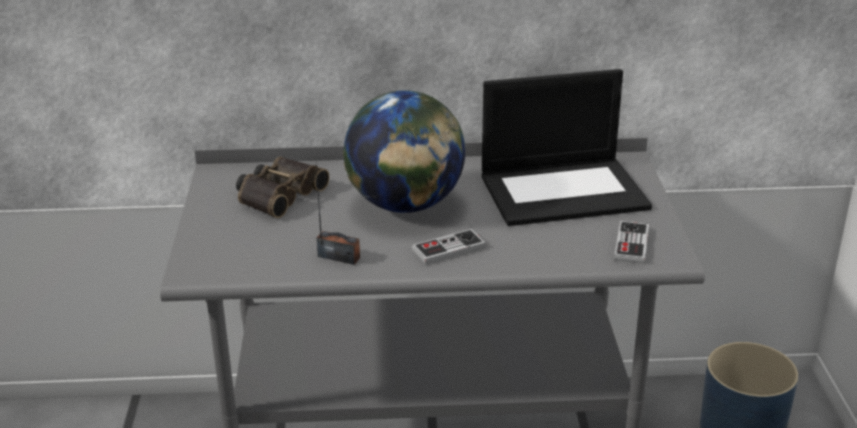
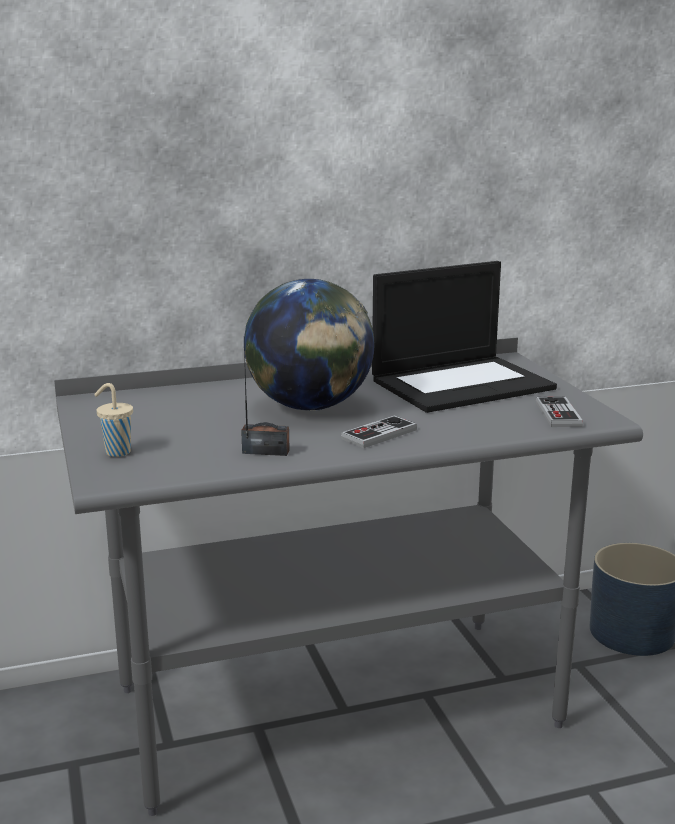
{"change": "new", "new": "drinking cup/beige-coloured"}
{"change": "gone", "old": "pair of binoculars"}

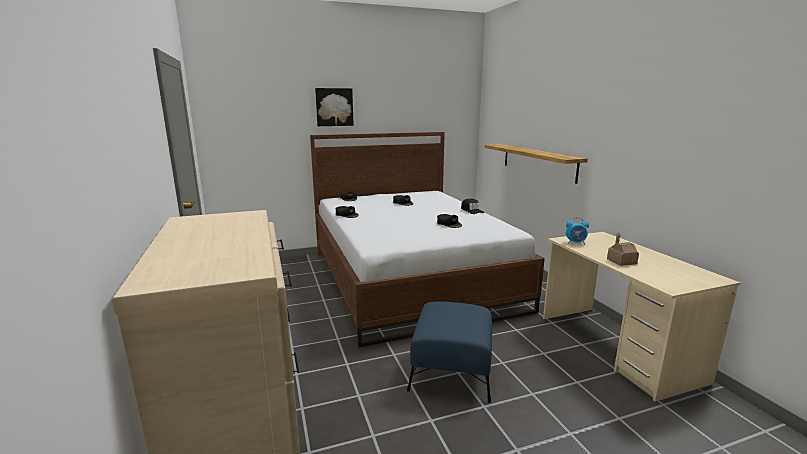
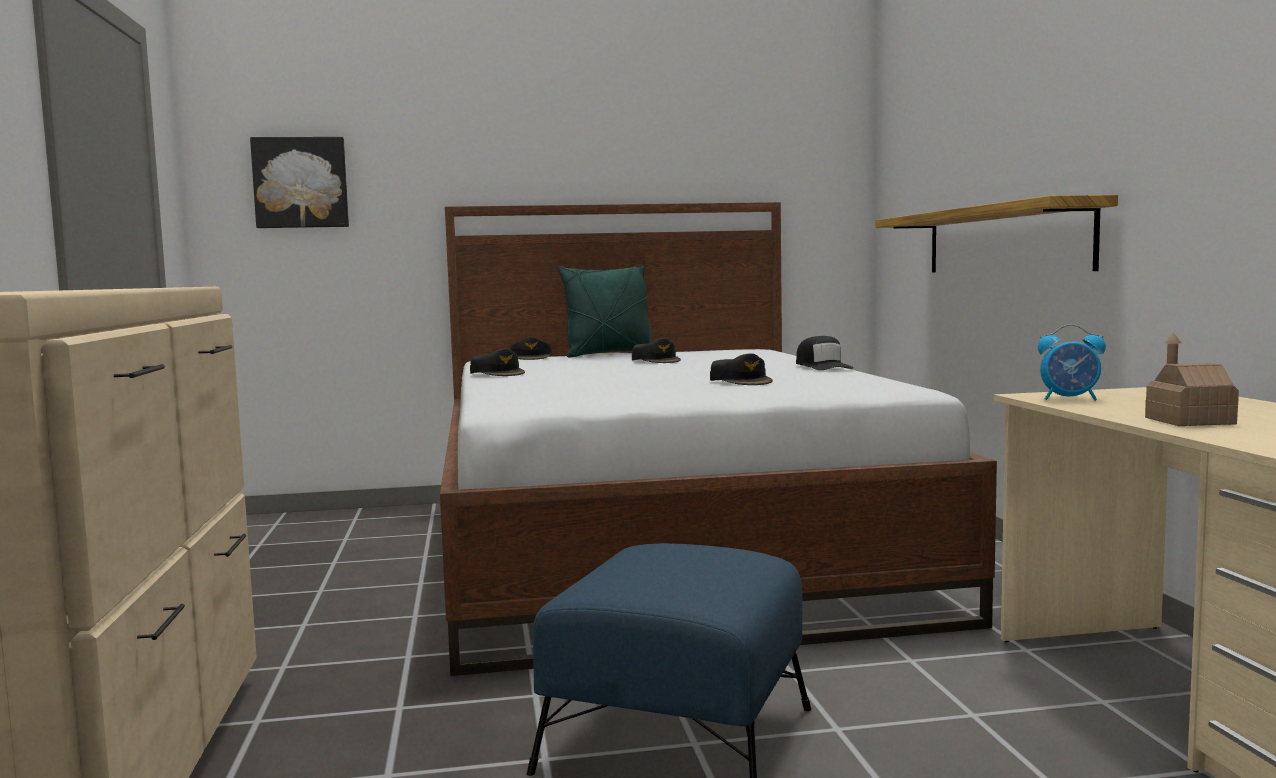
{"change": "shifted", "old": "wall art"}
{"change": "new", "new": "throw pillow/green-coloured"}

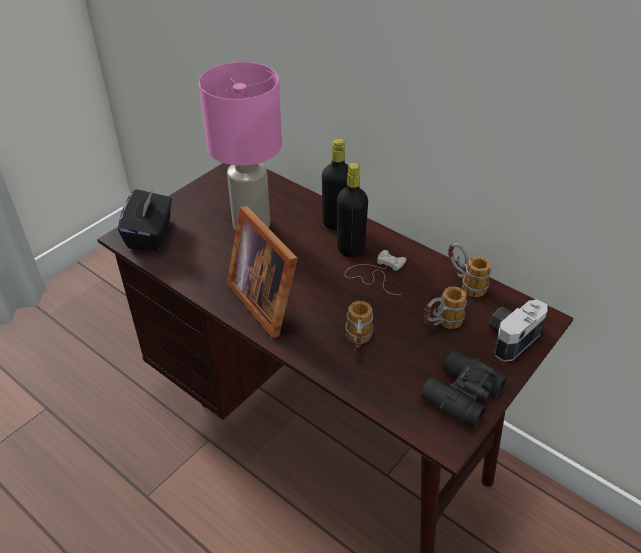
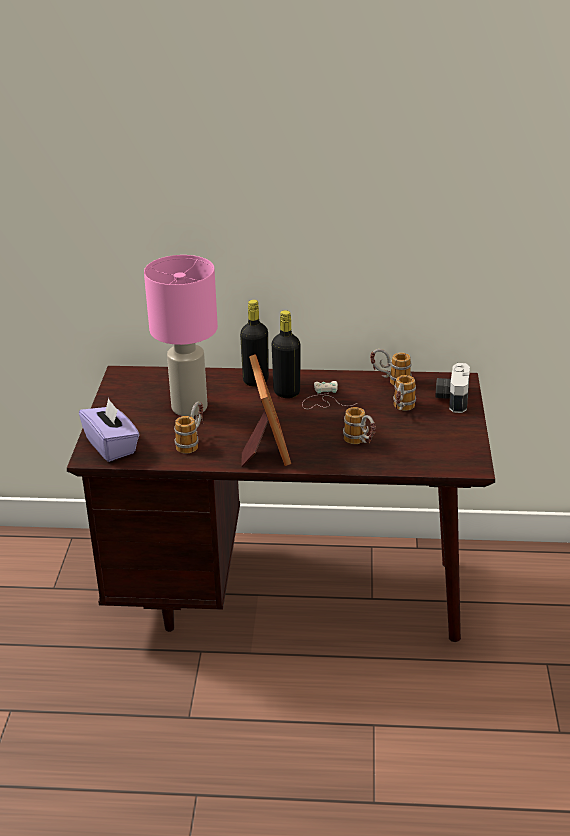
{"change": "repainted", "old": "tissue holder/black", "new": "tissue holder/purplish"}
{"change": "new", "new": "tea mug (no. 1 from left)"}
{"change": "rotated", "old": "standing frame", "degrees": -120}
{"change": "gone", "old": "pair of binoculars/black"}

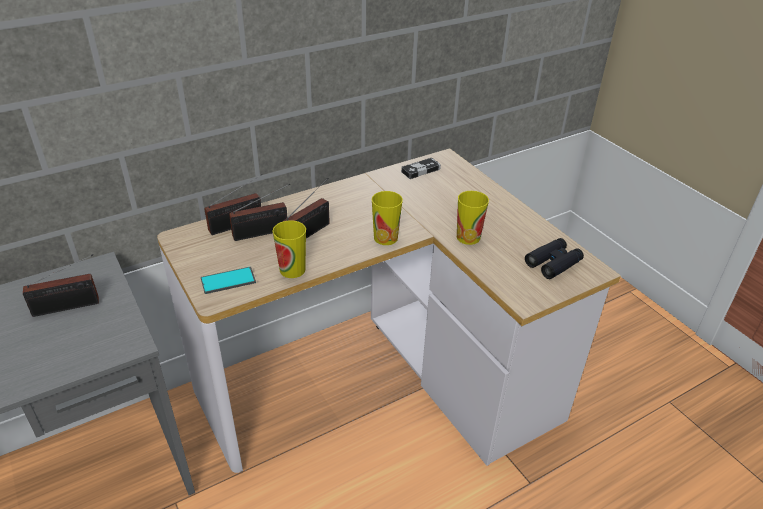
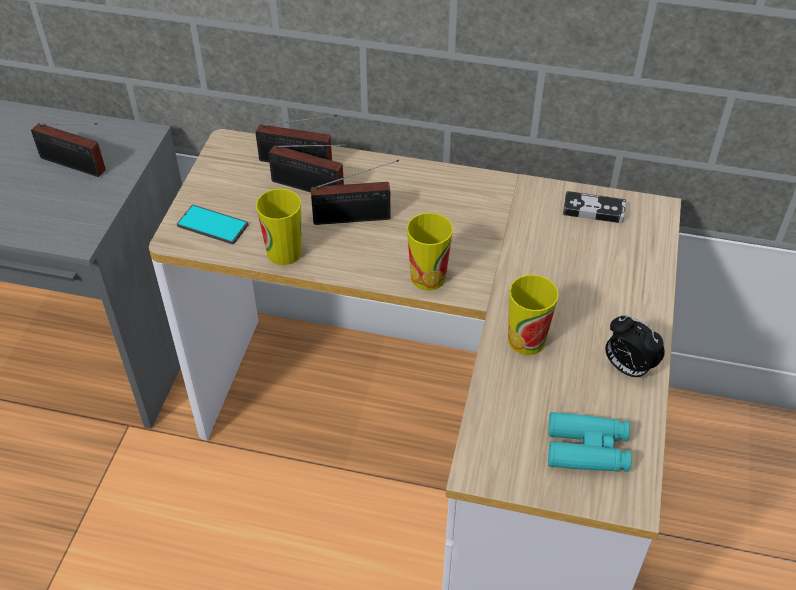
{"change": "repainted", "old": "pair of binoculars/black", "new": "pair of binoculars/turquoise"}
{"change": "new", "new": "alarm clock"}

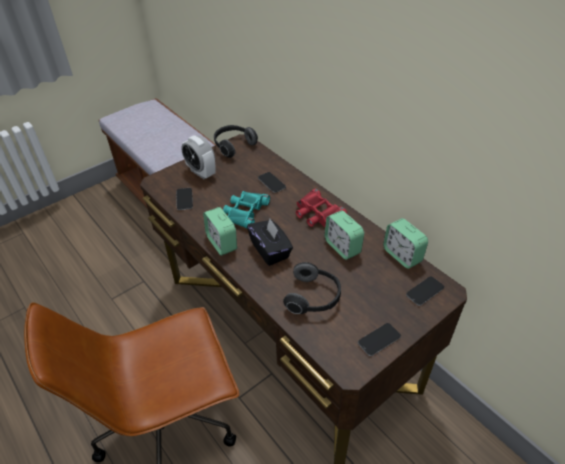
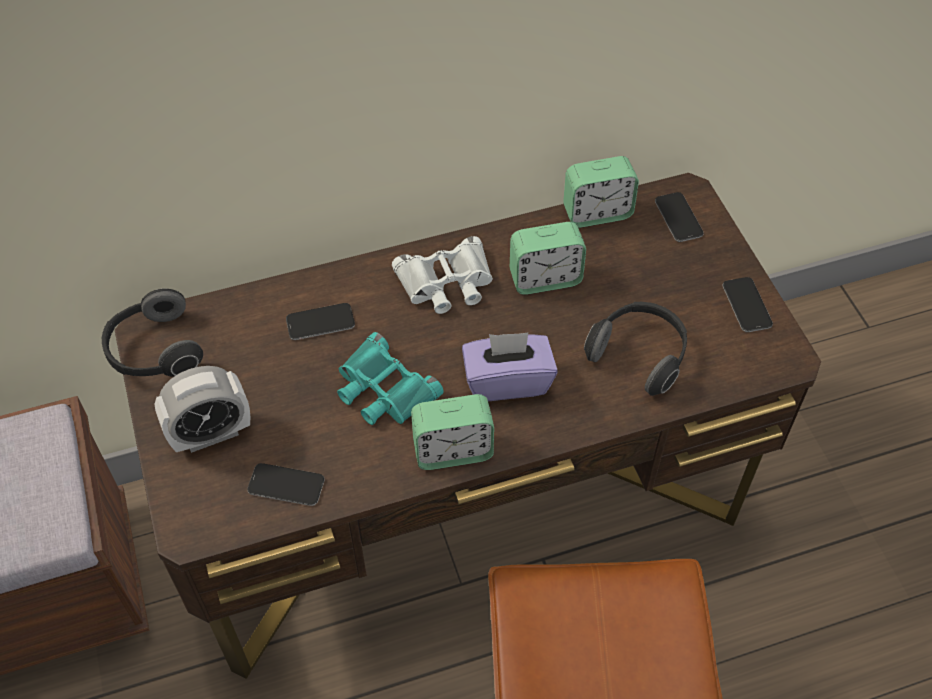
{"change": "repainted", "old": "pair of binoculars/red-coloured", "new": "pair of binoculars/whitish"}
{"change": "repainted", "old": "tissue holder/black", "new": "tissue holder/purplish"}

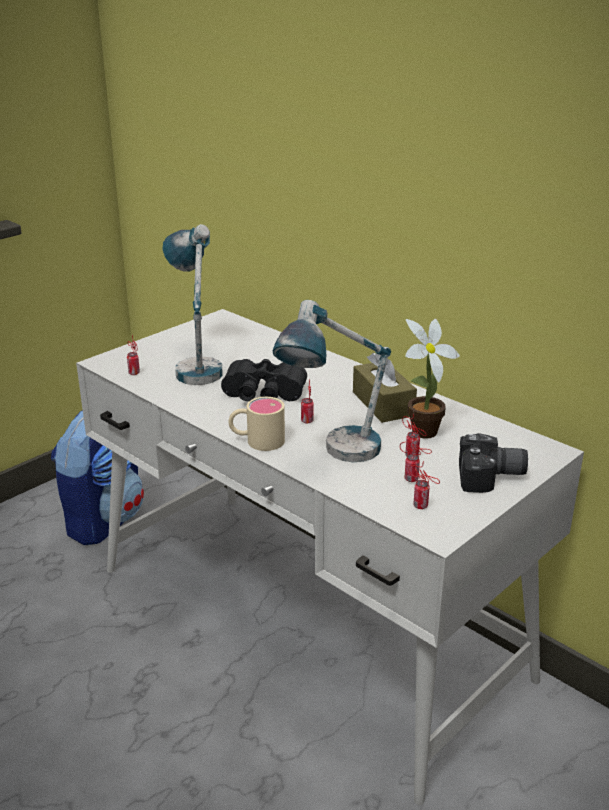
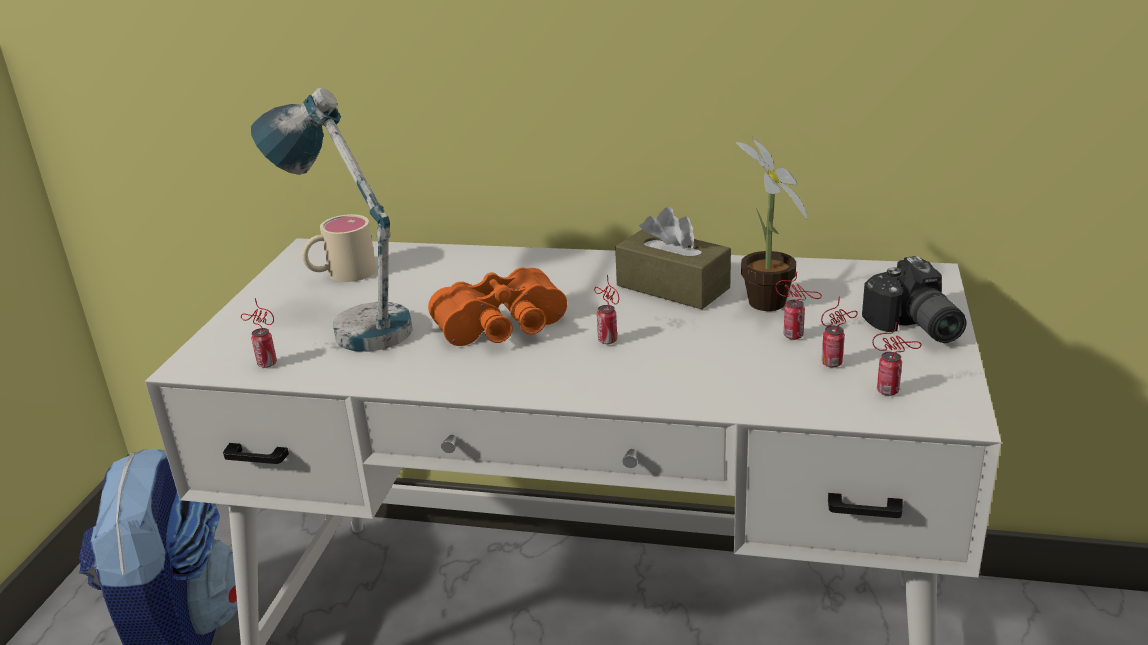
{"change": "shifted", "old": "tea mug/beige-coloured"}
{"change": "repainted", "old": "pair of binoculars/black", "new": "pair of binoculars/orange"}
{"change": "rotated", "old": "still camera", "degrees": 105}
{"change": "gone", "old": "lamp for a table (no. 2 from left)"}

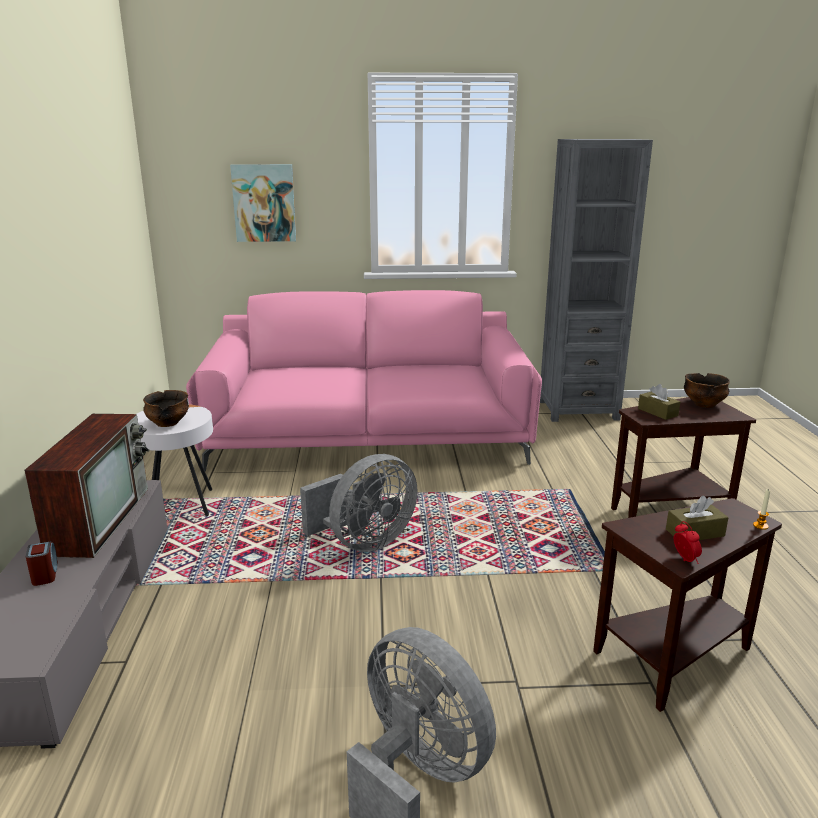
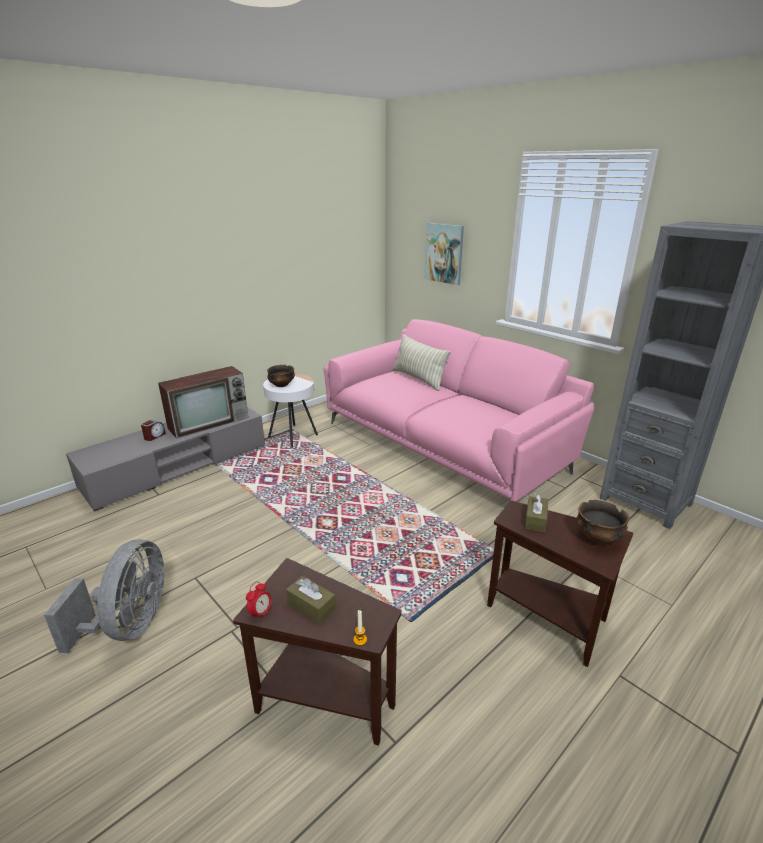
{"change": "new", "new": "throw pillow"}
{"change": "gone", "old": "cooling fan/greyish (no. 1 from left)"}

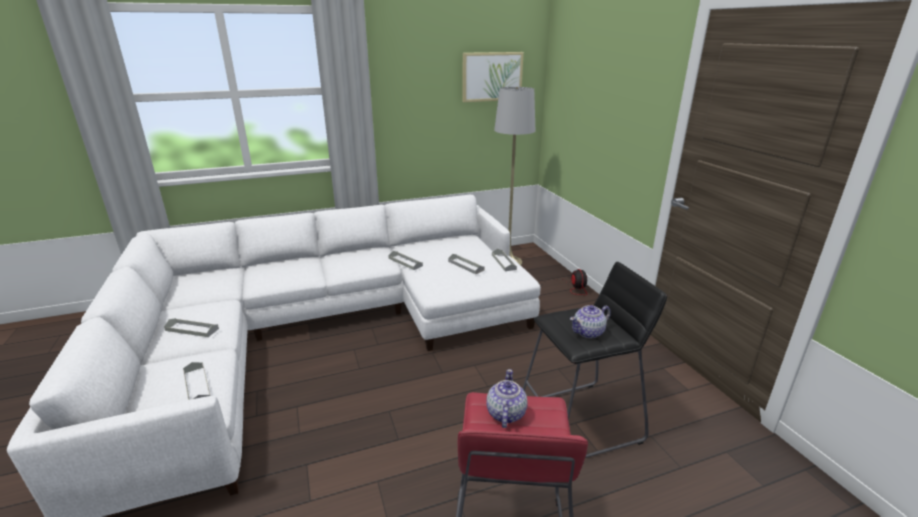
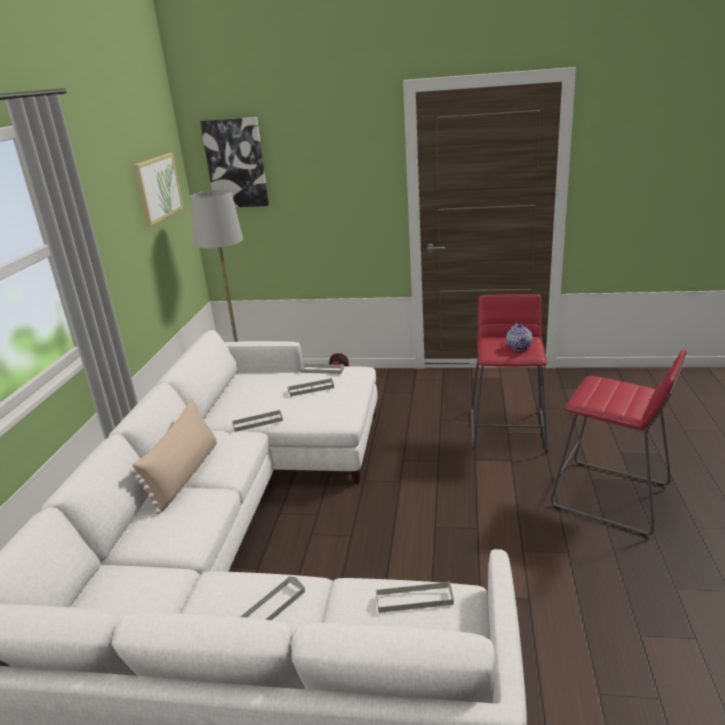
{"change": "new", "new": "throw pillow/beige-coloured"}
{"change": "new", "new": "wall art (no. 2 from left)"}
{"change": "repainted", "old": "stool/black", "new": "stool/red-coloured (no. 1 from left)"}
{"change": "gone", "old": "teapot (no. 1 from left)"}

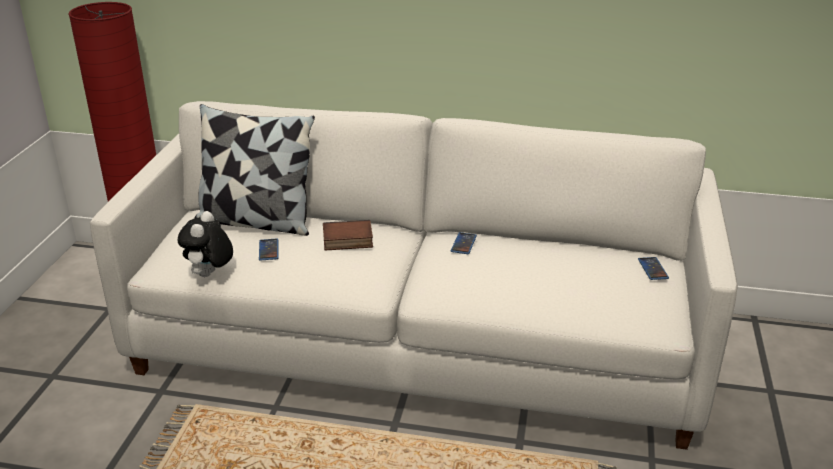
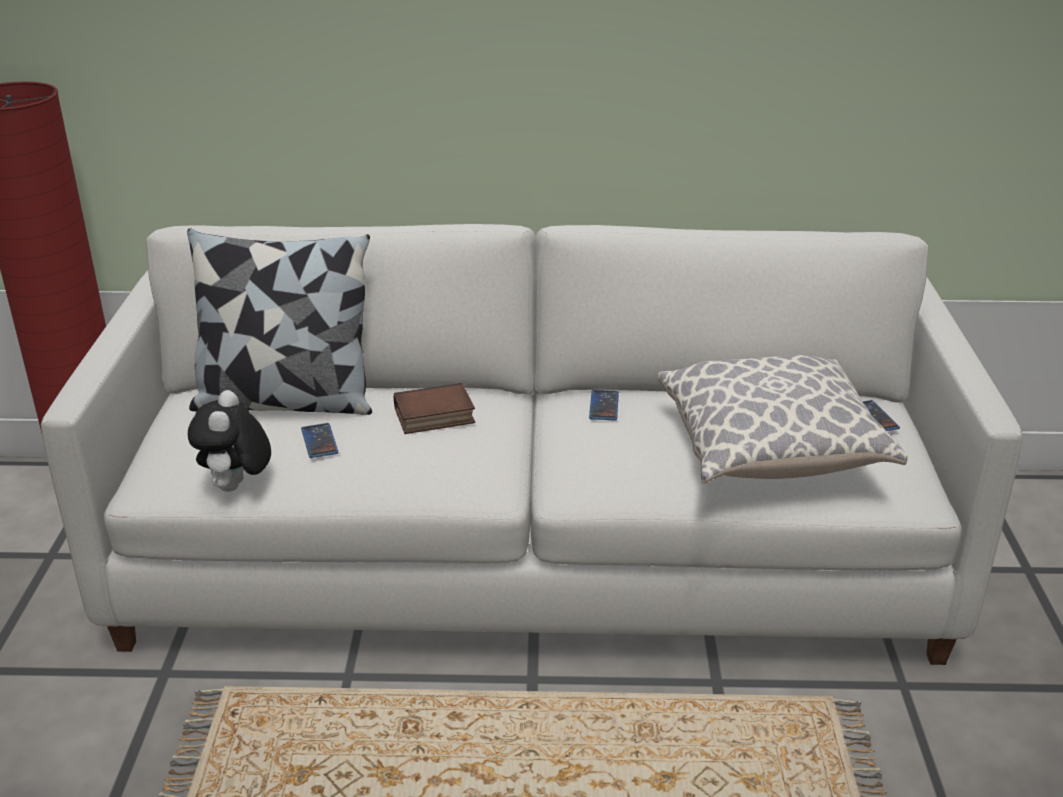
{"change": "new", "new": "throw pillow (no. 2 from left)"}

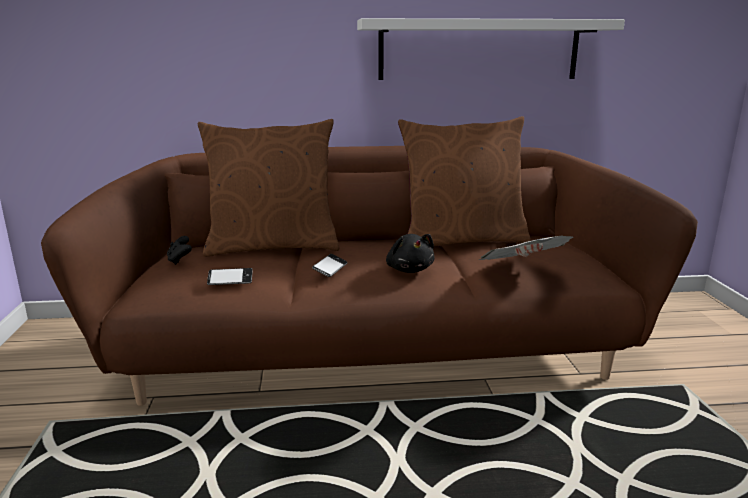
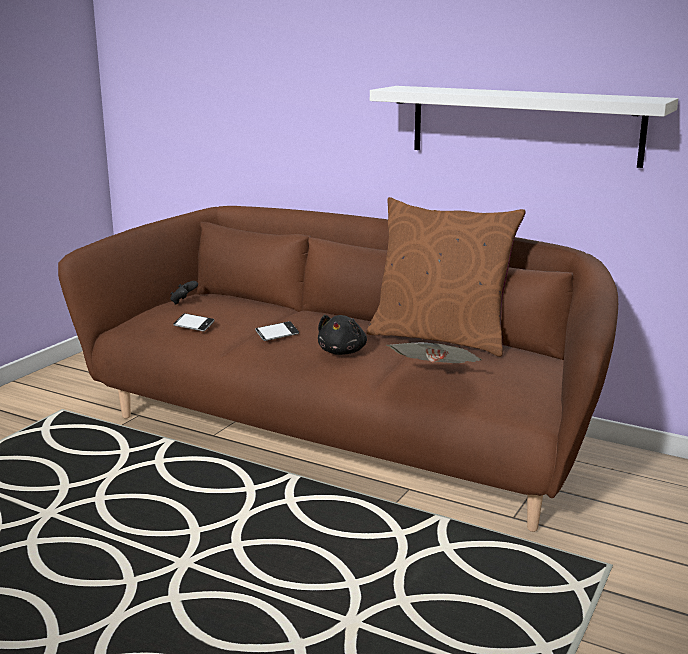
{"change": "gone", "old": "throw pillow/brown-coloured (no. 1 from left)"}

